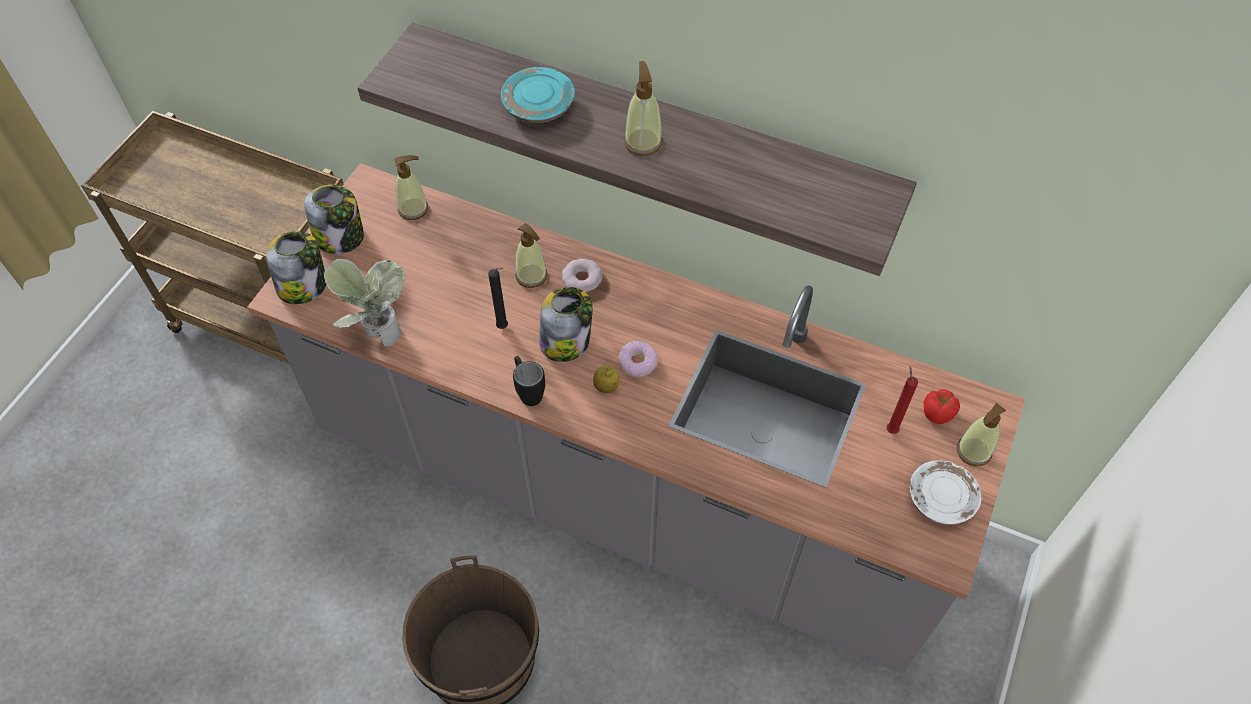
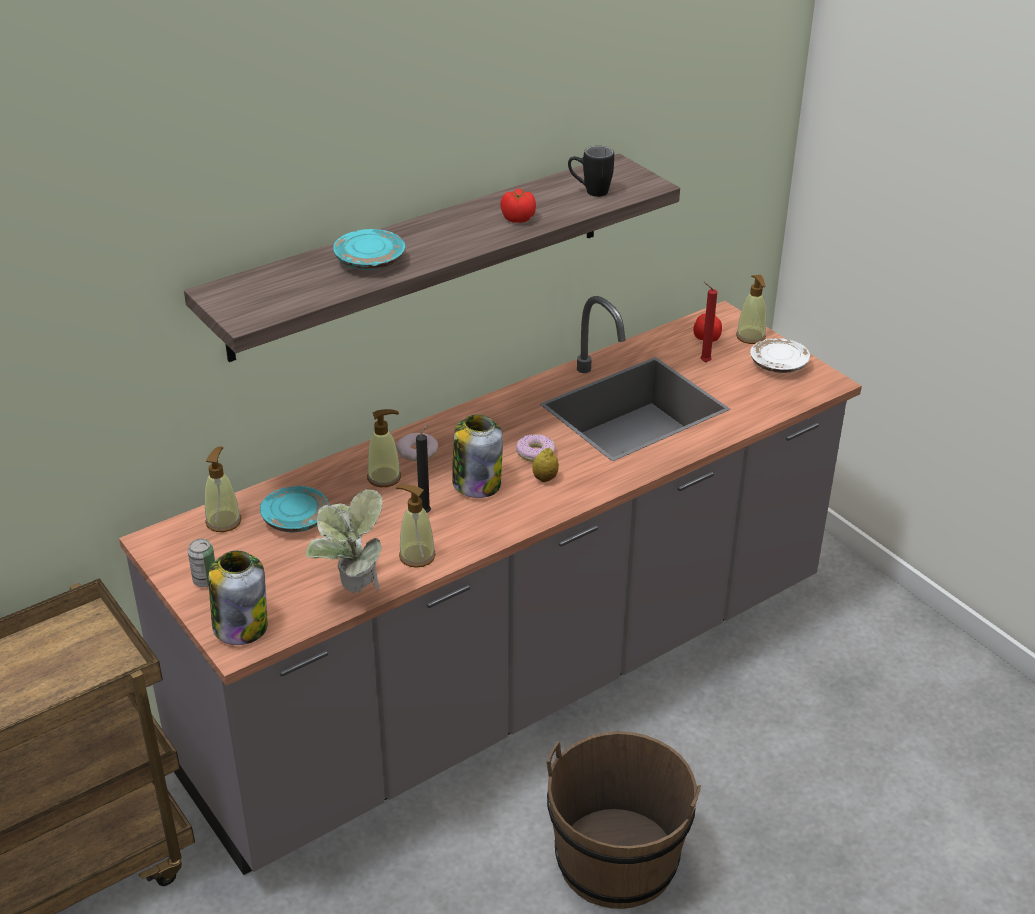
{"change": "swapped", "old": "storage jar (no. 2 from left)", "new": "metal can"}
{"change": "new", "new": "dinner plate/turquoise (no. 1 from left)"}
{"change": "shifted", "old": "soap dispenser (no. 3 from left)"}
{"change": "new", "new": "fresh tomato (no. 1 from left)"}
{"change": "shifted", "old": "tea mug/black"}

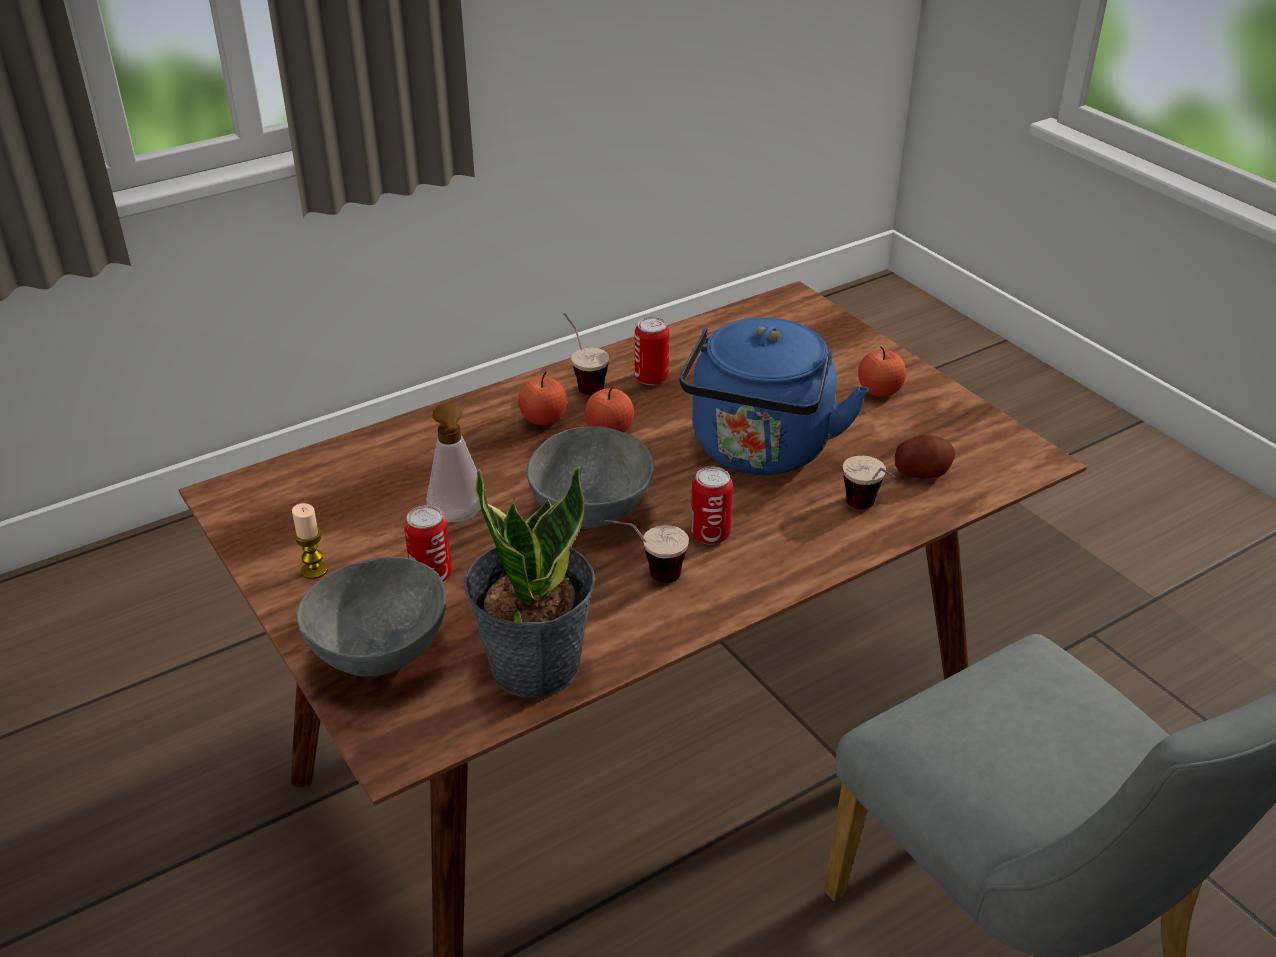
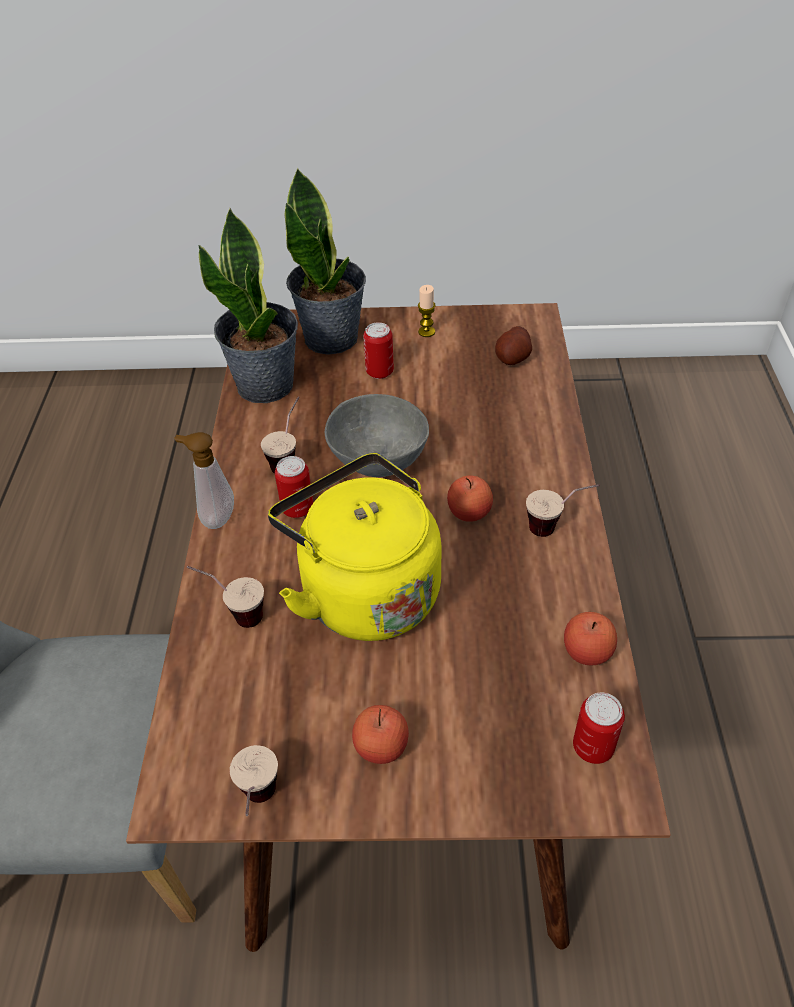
{"change": "shifted", "old": "soap dispenser"}
{"change": "new", "new": "drinking cup (no. 2 from left)"}
{"change": "repainted", "old": "kettle/bluish", "new": "kettle/yellow"}
{"change": "swapped", "old": "bowl/greyish (no. 1 from left)", "new": "potted plant (no. 2 from left)"}
{"change": "shifted", "old": "potato"}
{"change": "shifted", "old": "apple (no. 1 from left in the first image)", "new": "apple (no. 3 from left)"}
{"change": "shifted", "old": "metal can (no. 2 from left in the first image)", "new": "metal can (no. 3 from left)"}

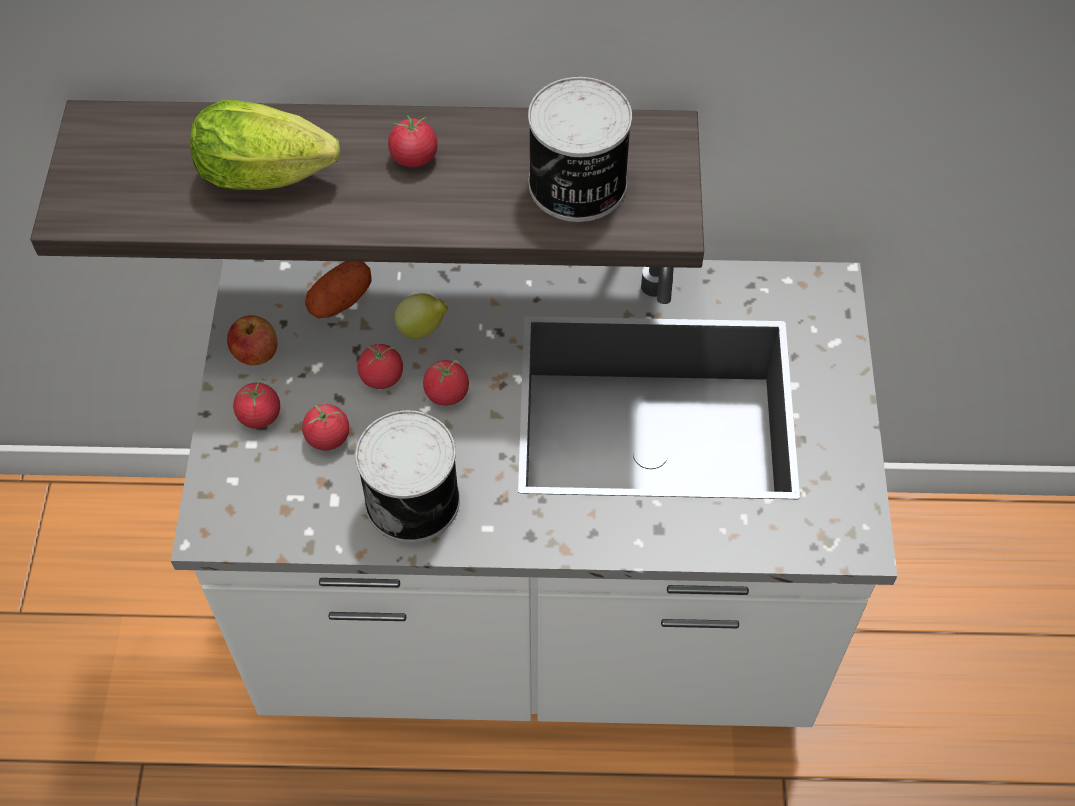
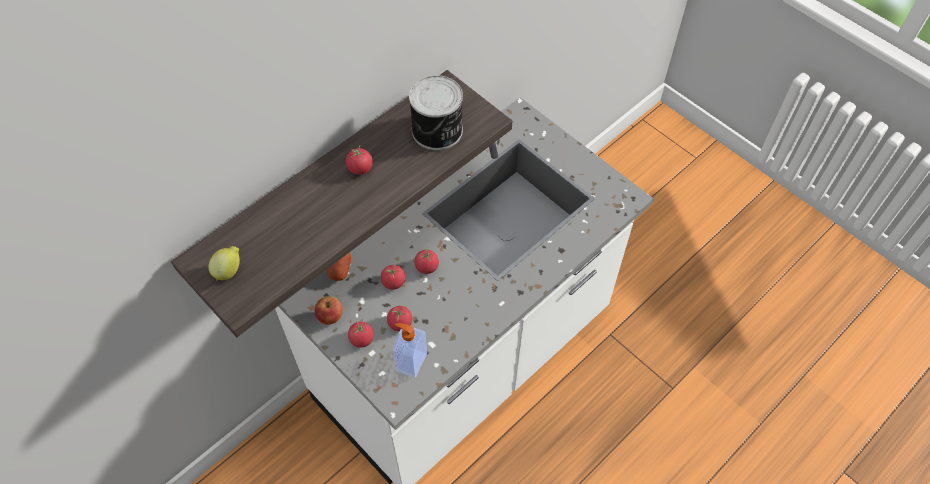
{"change": "shifted", "old": "whole lemon"}
{"change": "new", "new": "soap dispenser"}
{"change": "gone", "old": "lettuce head"}
{"change": "gone", "old": "metal can (no. 1 from left)"}

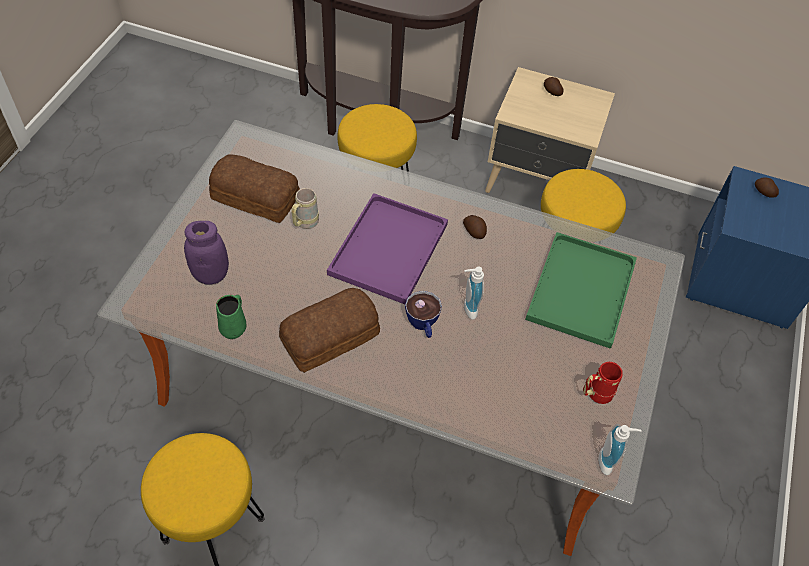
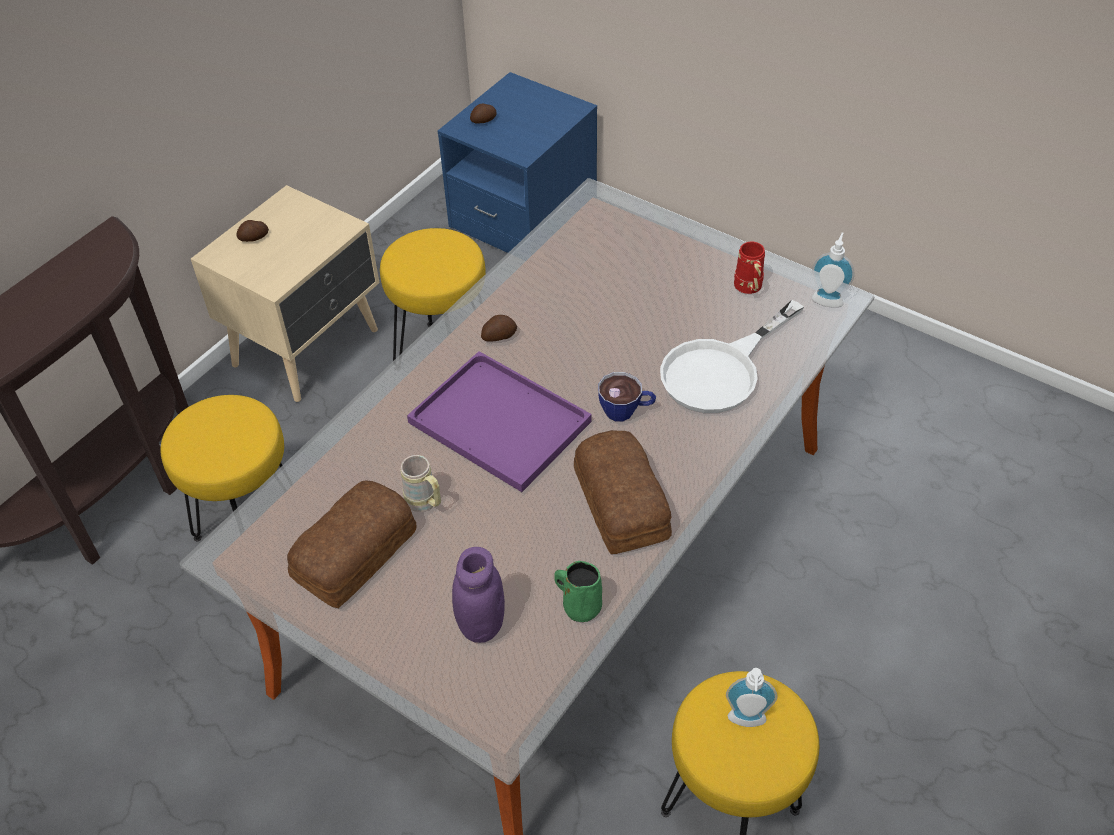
{"change": "new", "new": "skillet/whitish"}
{"change": "shifted", "old": "soap dispenser (no. 1 from left)"}
{"change": "gone", "old": "serving tray/green-coloured"}

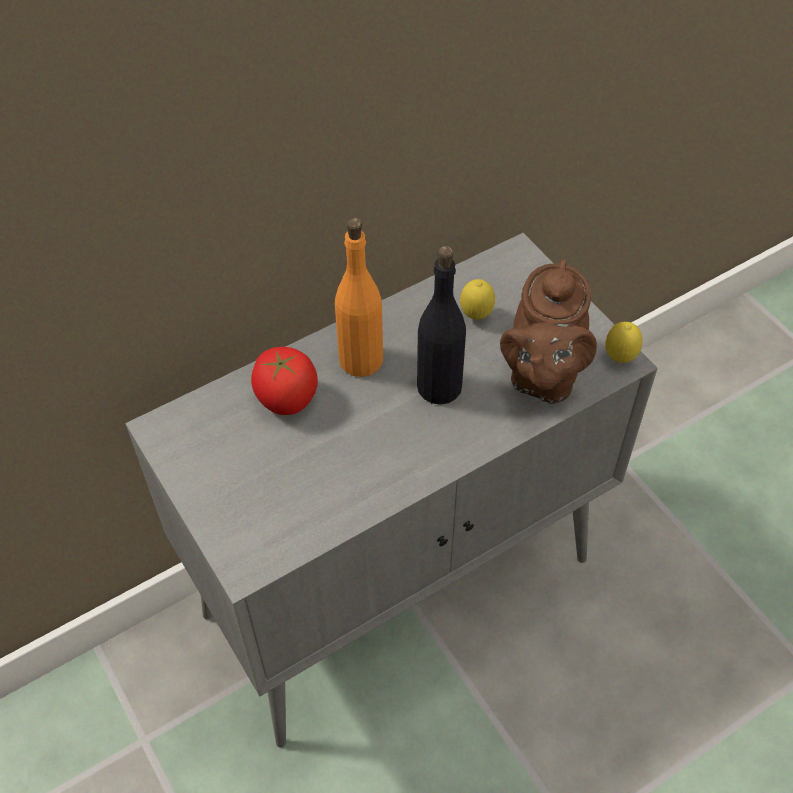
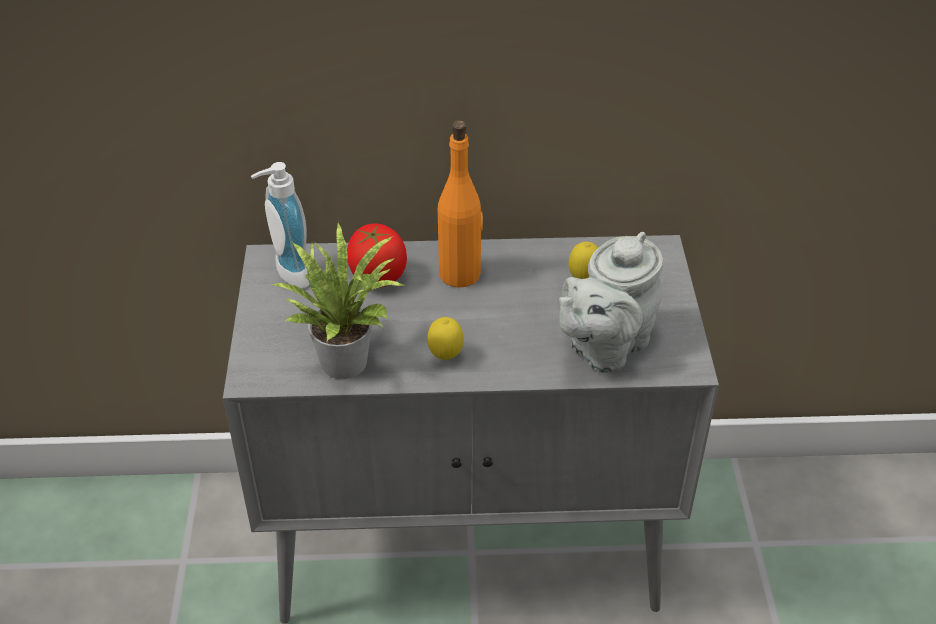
{"change": "new", "new": "soap dispenser"}
{"change": "new", "new": "potted plant"}
{"change": "shifted", "old": "whole lemon (no. 2 from left in the first image)", "new": "whole lemon (no. 1 from left)"}
{"change": "repainted", "old": "teapot/brown-coloured", "new": "teapot/greyish"}
{"change": "gone", "old": "drink bottle/black"}

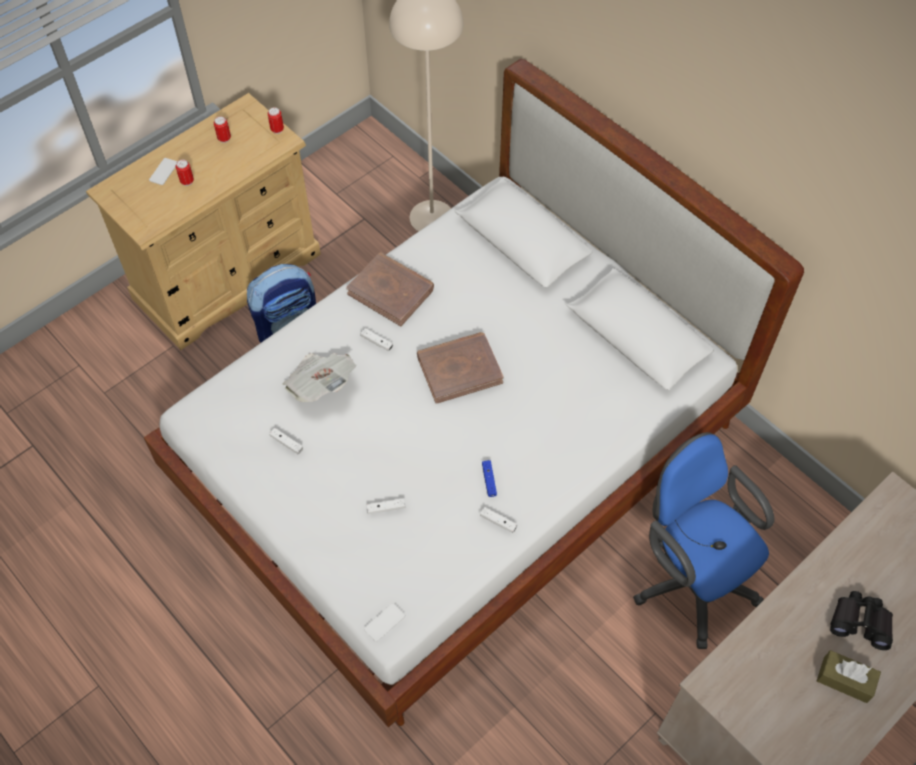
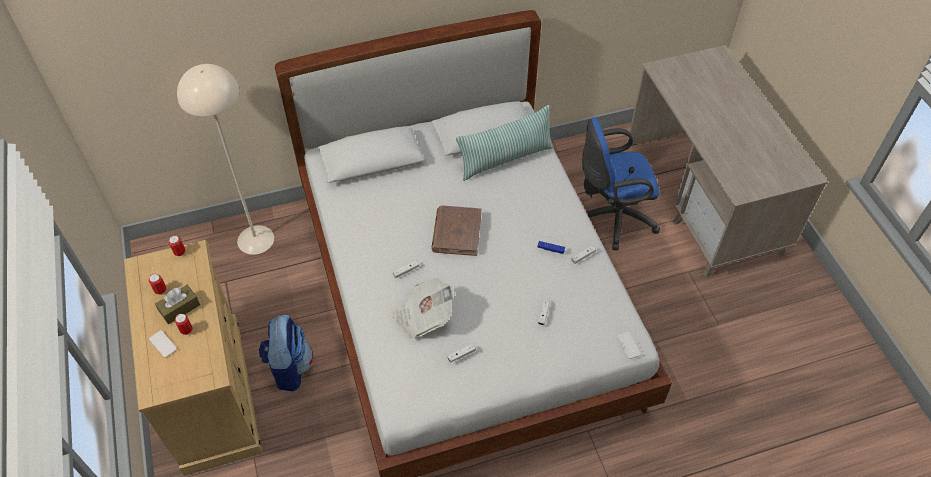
{"change": "shifted", "old": "tissue holder/brown-coloured"}
{"change": "new", "new": "throw pillow"}
{"change": "gone", "old": "bound book/brown-coloured (no. 1 from left)"}
{"change": "gone", "old": "pair of binoculars/black"}

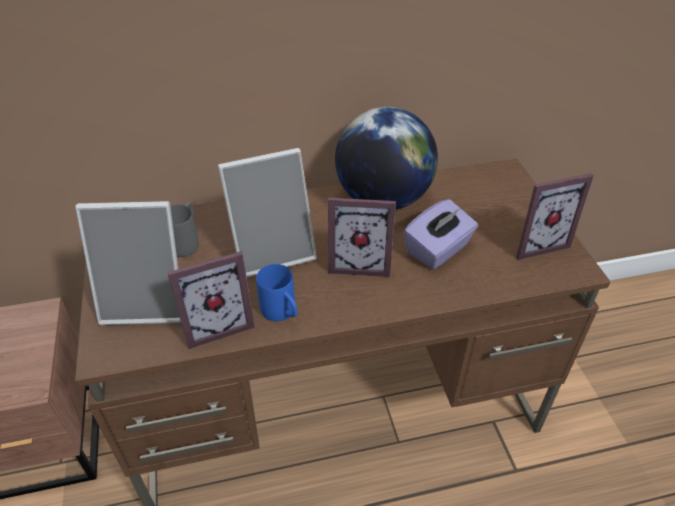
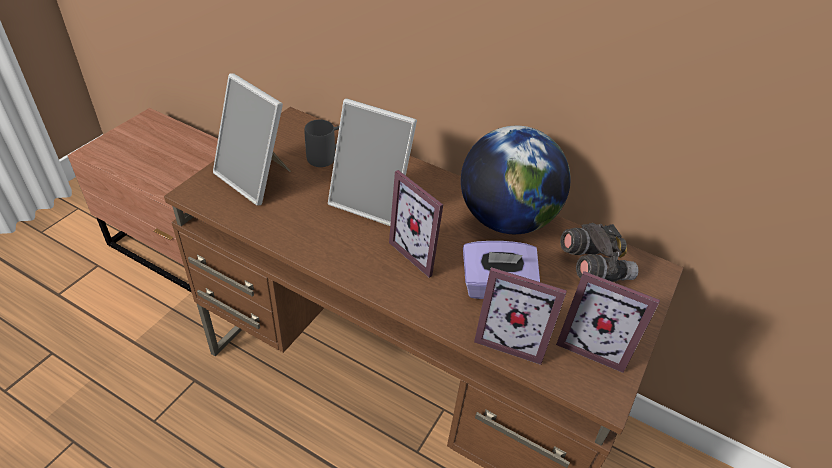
{"change": "shifted", "old": "standing frame (no. 2 from left in the first image)", "new": "standing frame (no. 4 from left)"}
{"change": "new", "new": "pair of binoculars/greyish"}
{"change": "gone", "old": "tea mug/bluish"}

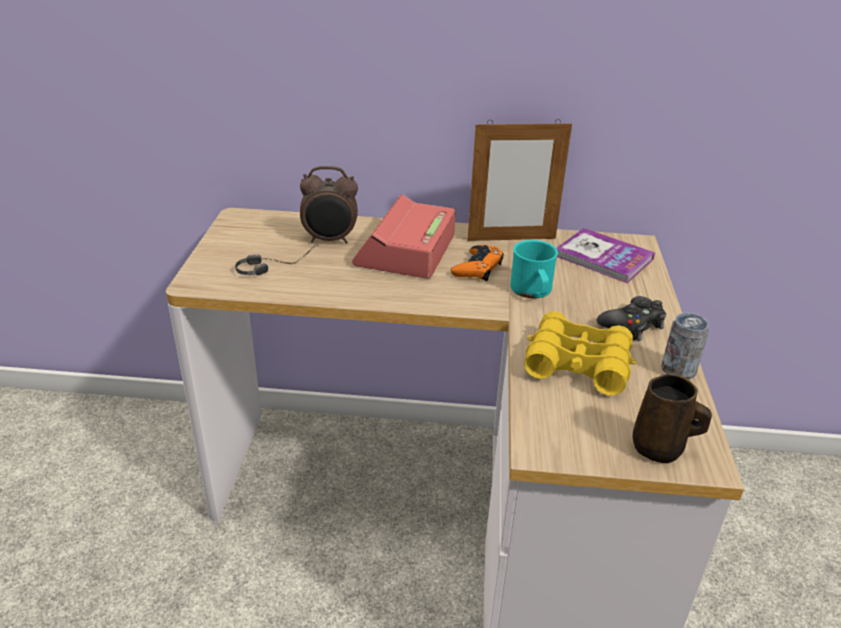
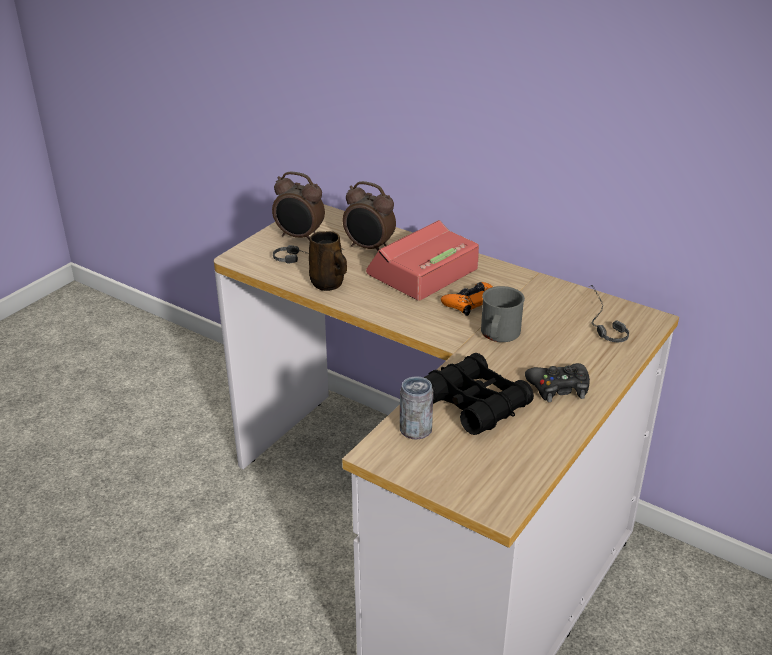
{"change": "new", "new": "alarm clock (no. 1 from left)"}
{"change": "shifted", "old": "tea mug/brown-coloured"}
{"change": "shifted", "old": "metal can"}
{"change": "repainted", "old": "pair of binoculars/yellow", "new": "pair of binoculars/black"}
{"change": "repainted", "old": "tea mug/turquoise", "new": "tea mug/greyish"}
{"change": "swapped", "old": "bound book", "new": "headset (no. 2 from left)"}
{"change": "gone", "old": "standing frame"}

